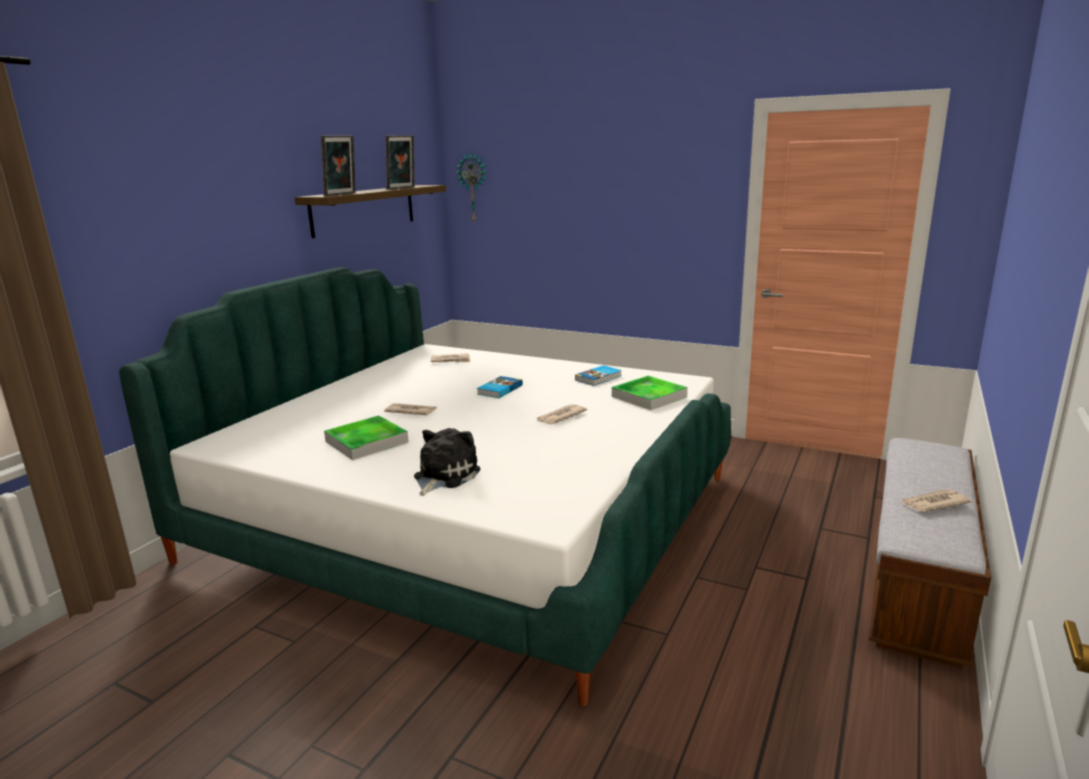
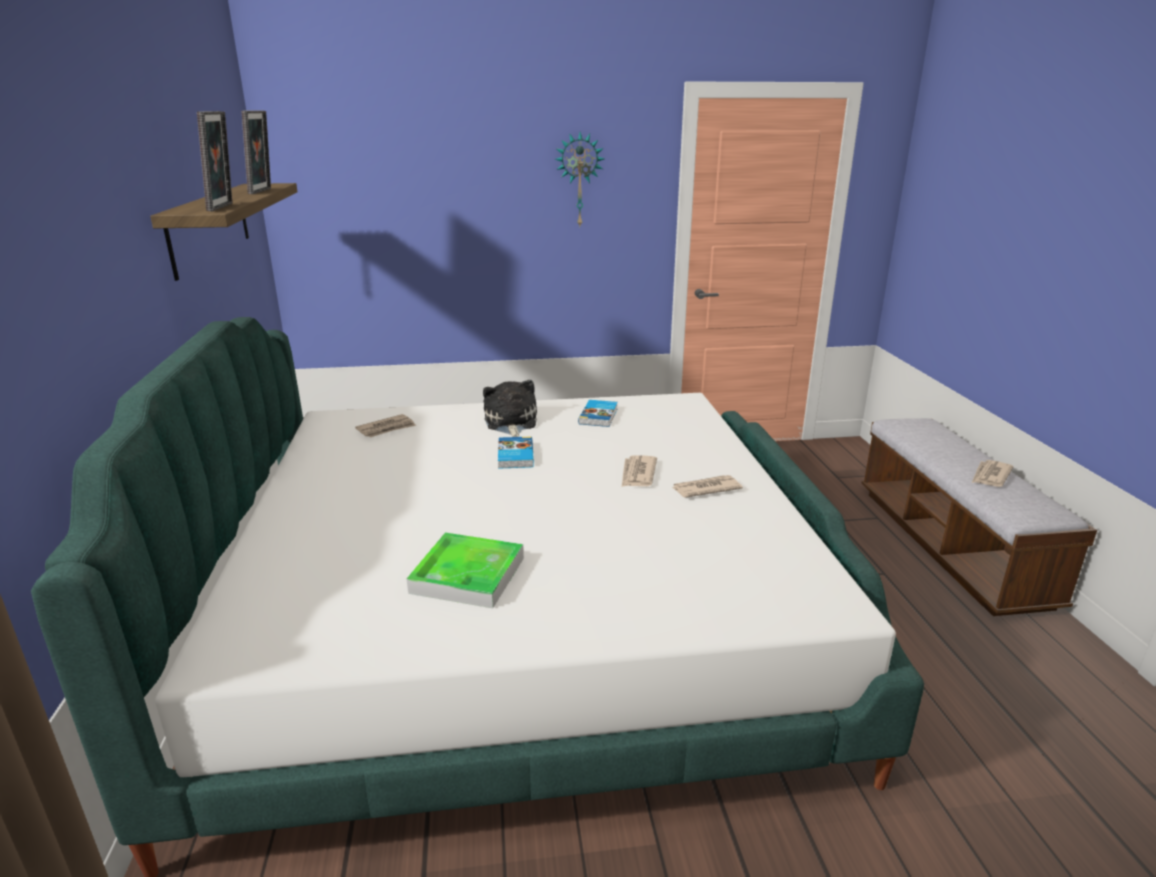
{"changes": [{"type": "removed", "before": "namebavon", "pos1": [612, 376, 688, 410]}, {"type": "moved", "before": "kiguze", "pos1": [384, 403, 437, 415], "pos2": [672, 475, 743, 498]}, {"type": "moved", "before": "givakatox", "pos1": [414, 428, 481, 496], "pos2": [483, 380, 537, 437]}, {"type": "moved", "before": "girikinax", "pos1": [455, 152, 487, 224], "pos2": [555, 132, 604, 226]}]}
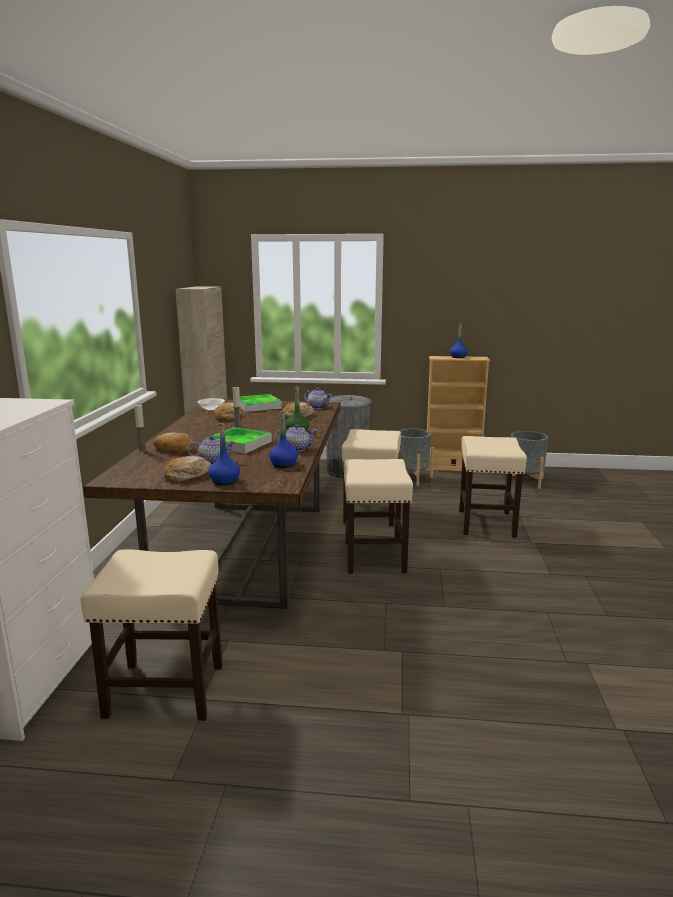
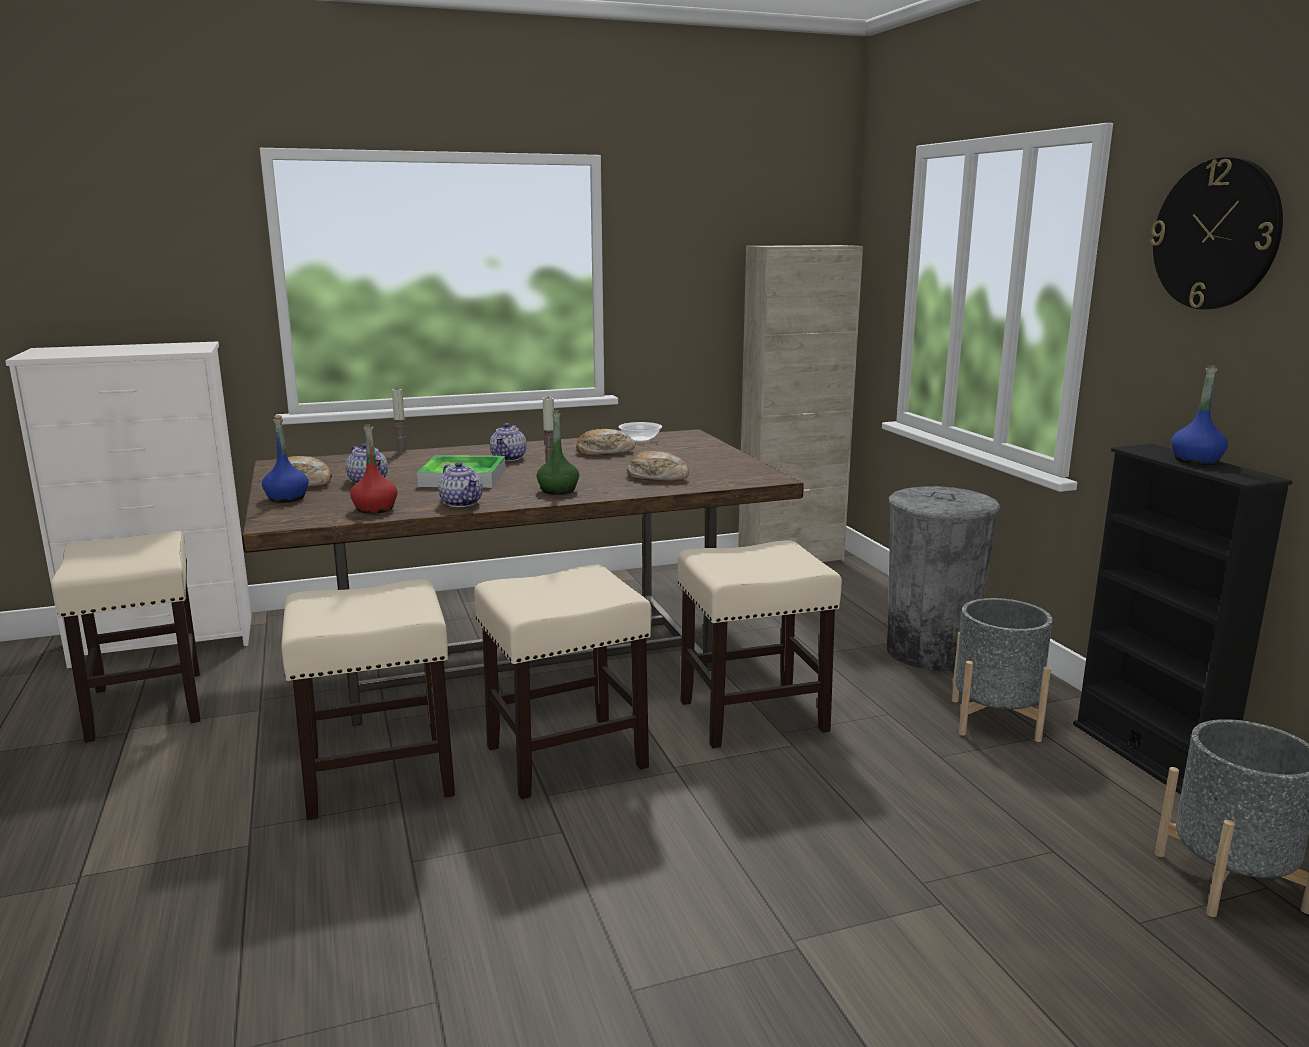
{"changes": [{"type": "removed", "before": "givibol", "pos1": [153, 433, 195, 452]}, {"type": "removed", "before": "namebavon", "pos1": [240, 394, 282, 412]}, {"type": "added", "after": "girikinax", "pos2": [1150, 157, 1283, 309]}, {"type": "moved", "before": "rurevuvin", "pos1": [304, 388, 332, 409], "pos2": [490, 423, 527, 461]}, {"type": "moved", "before": "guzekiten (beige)", "pos1": [459, 436, 527, 537], "pos2": [281, 579, 455, 820]}, {"type": "recoloured", "before": "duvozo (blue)", "after": "duvozo (red)", "pos1": [269, 411, 298, 468], "pos2": [350, 424, 397, 514]}, {"type": "recoloured", "before": "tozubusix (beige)", "after": "tozubusix (black)", "pos1": [427, 356, 490, 471], "pos2": [1073, 444, 1292, 794]}]}
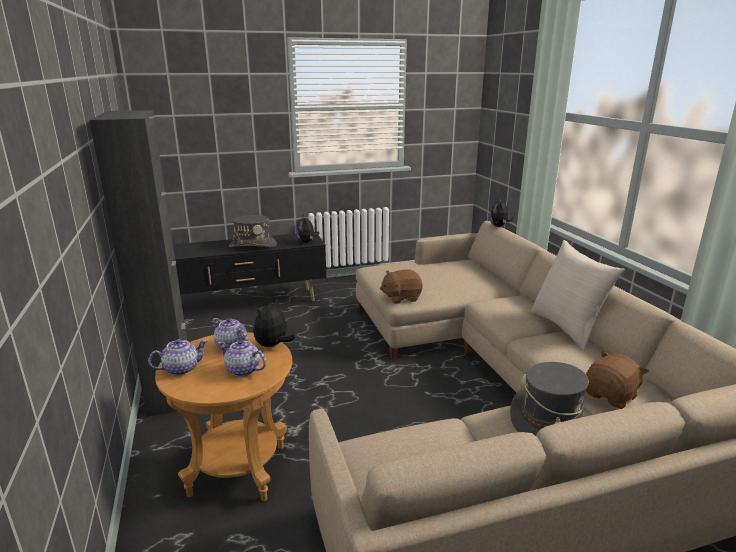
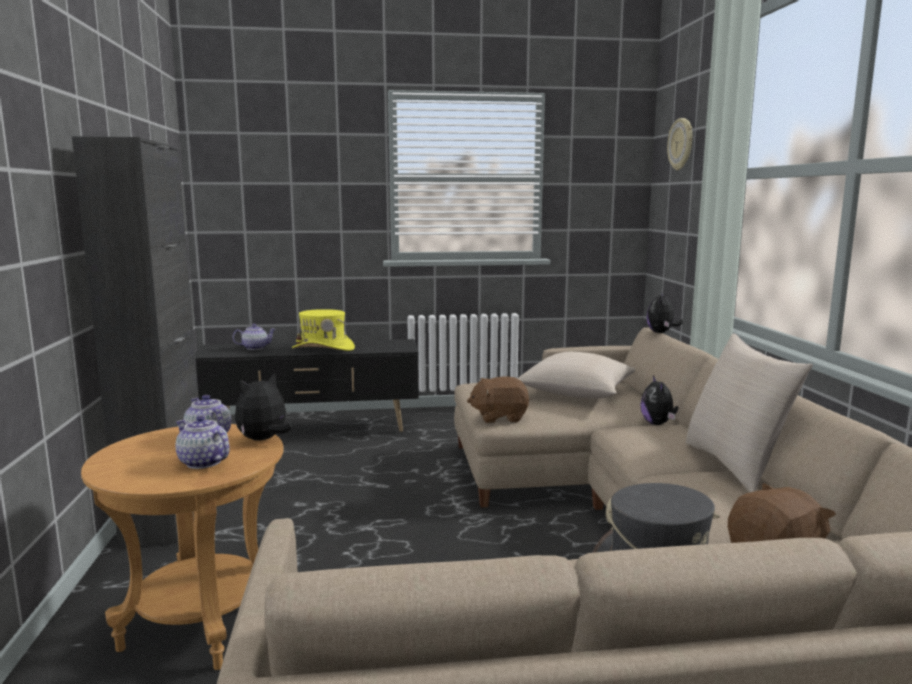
{"changes": [{"type": "added", "after": "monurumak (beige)", "pos2": [517, 352, 635, 398]}, {"type": "added", "after": "girikinax", "pos2": [667, 118, 692, 170]}, {"type": "moved", "before": "rurevuvin", "pos1": [148, 339, 208, 376], "pos2": [232, 324, 276, 350]}, {"type": "moved", "before": "givakatox", "pos1": [297, 215, 319, 243], "pos2": [640, 376, 678, 425]}, {"type": "recoloured", "before": "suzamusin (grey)", "after": "suzamusin (yellow)", "pos1": [229, 215, 277, 247], "pos2": [292, 309, 355, 351]}]}
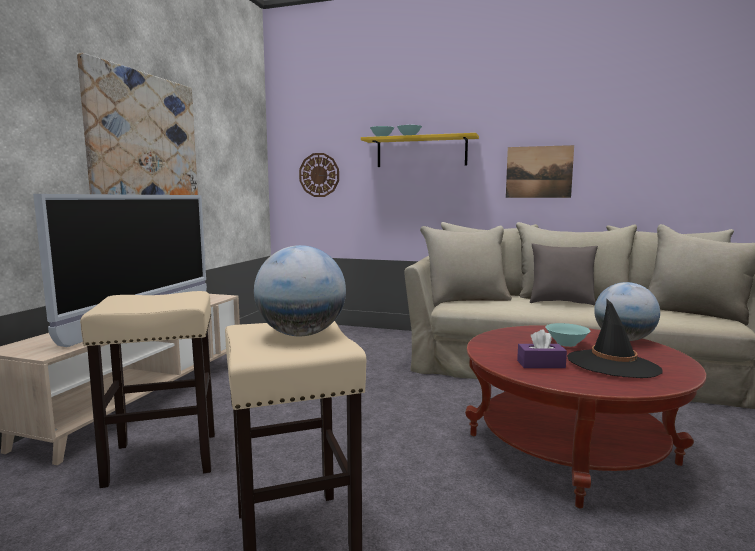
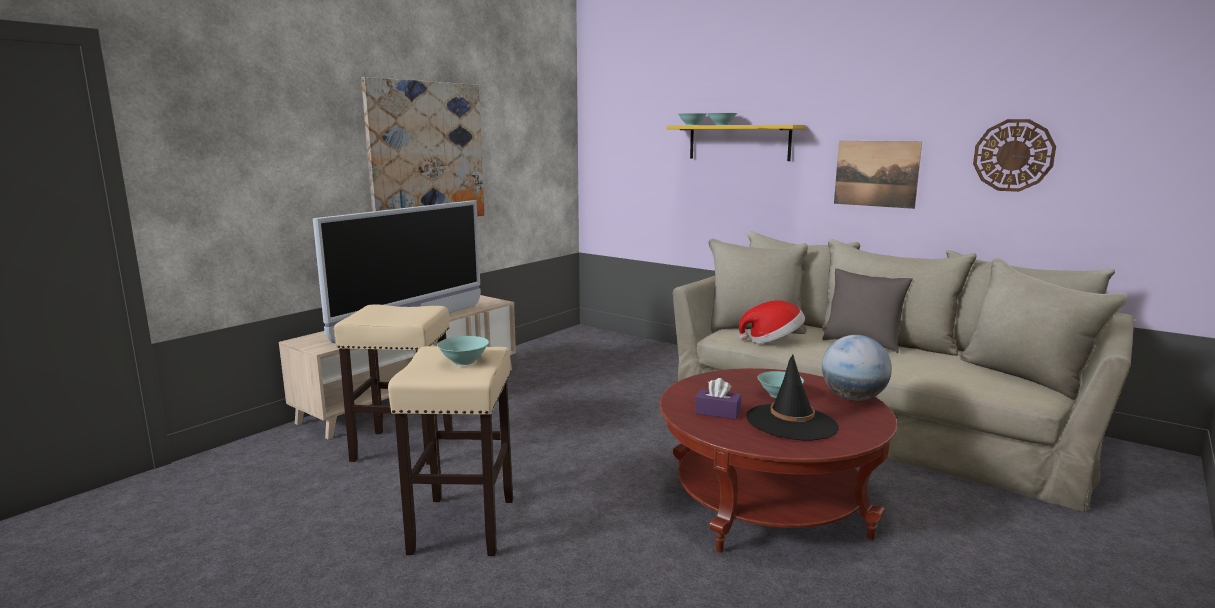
{"changes": [{"type": "added", "after": "suzamusin", "pos2": [739, 300, 805, 344]}, {"type": "moved", "before": "girikinax", "pos1": [299, 153, 339, 197], "pos2": [973, 119, 1056, 192]}, {"type": "replaced", "before": "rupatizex", "after": "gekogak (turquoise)", "pos1": [254, 245, 346, 336], "pos2": [437, 336, 489, 365]}]}
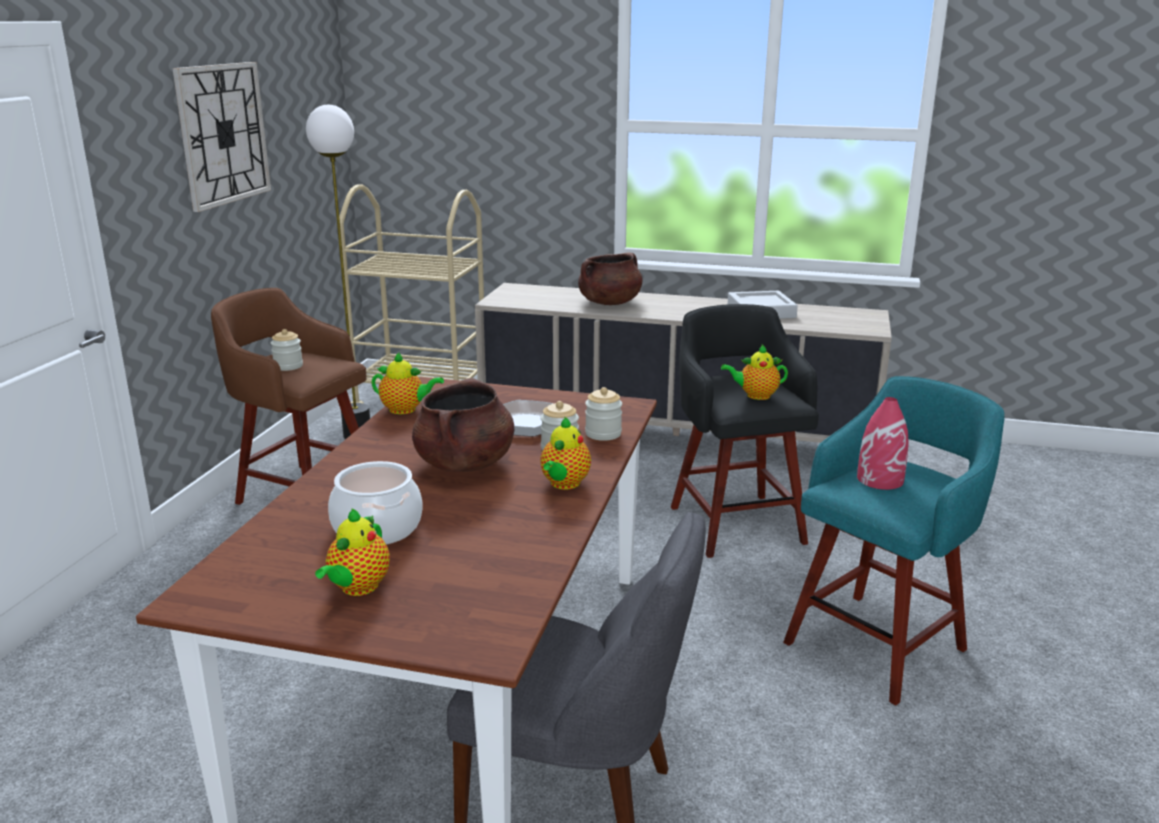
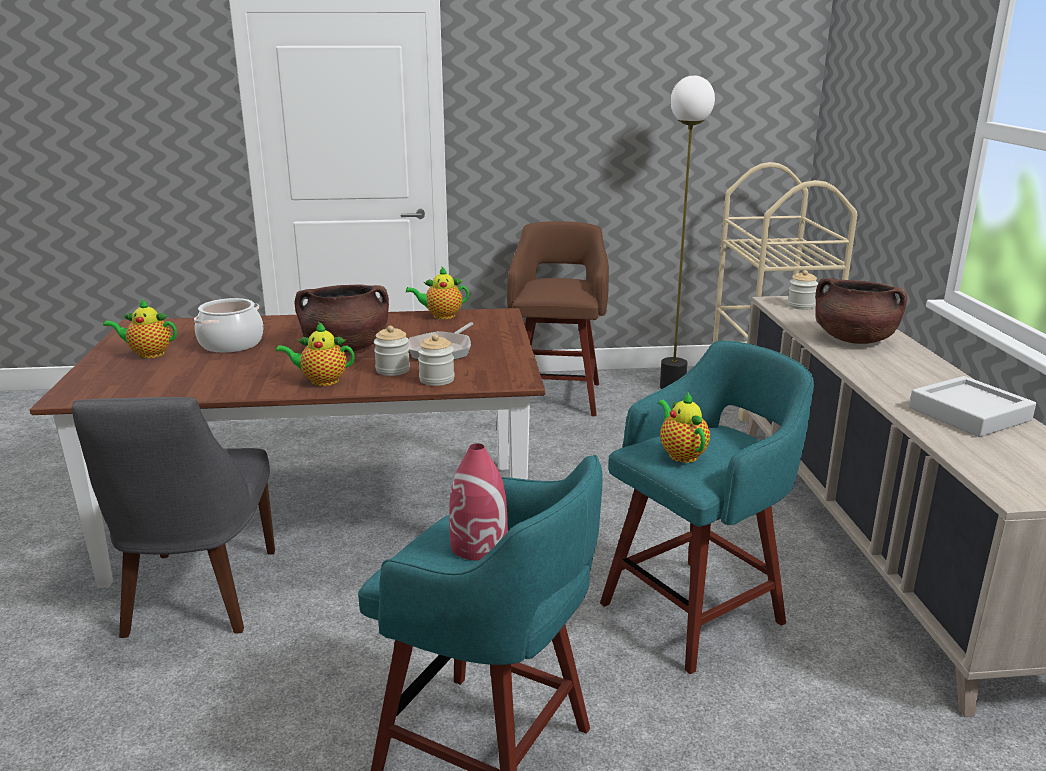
{"changes": [{"type": "removed", "before": "girikinax", "pos1": [172, 62, 271, 212]}, {"type": "moved", "before": "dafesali", "pos1": [271, 329, 303, 371], "pos2": [787, 270, 818, 310]}, {"type": "recoloured", "before": "guzekiten (black)", "after": "guzekiten (turquoise)", "pos1": [671, 304, 819, 558], "pos2": [600, 341, 814, 674]}, {"type": "turned", "before": "rurevuvin", "pos1": [371, 352, 444, 414], "pos2": [406, 266, 469, 319], "turn": 90}]}
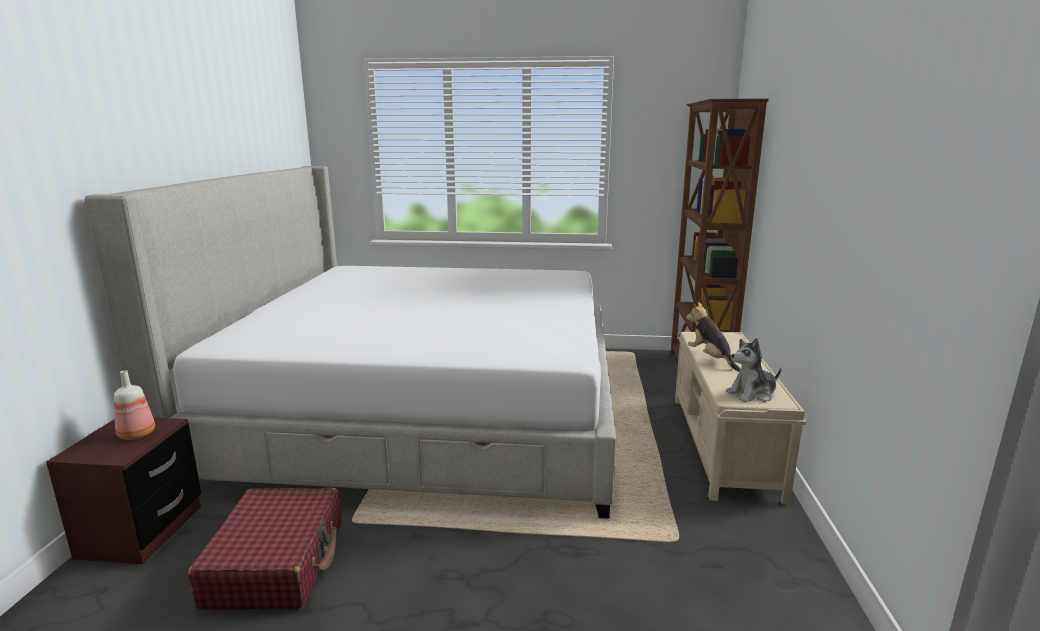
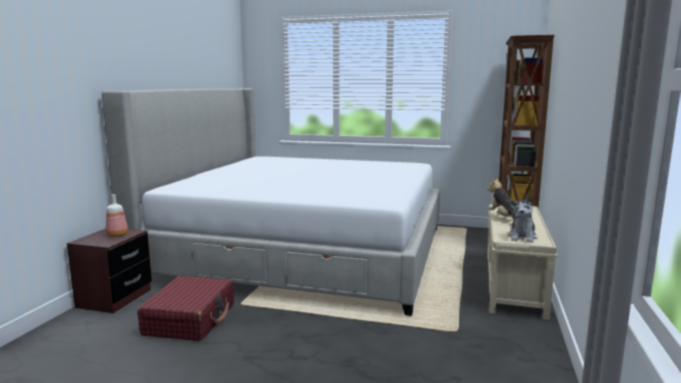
{"changes": [{"type": "turned", "before": "givakatox", "pos1": [726, 338, 782, 402], "pos2": [508, 195, 537, 243], "turn": -60}]}
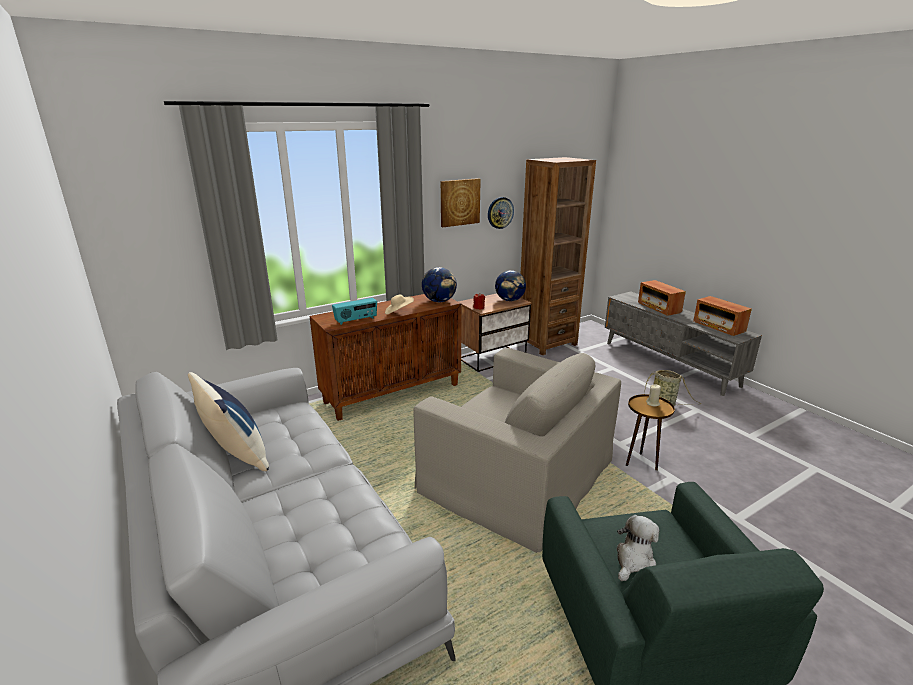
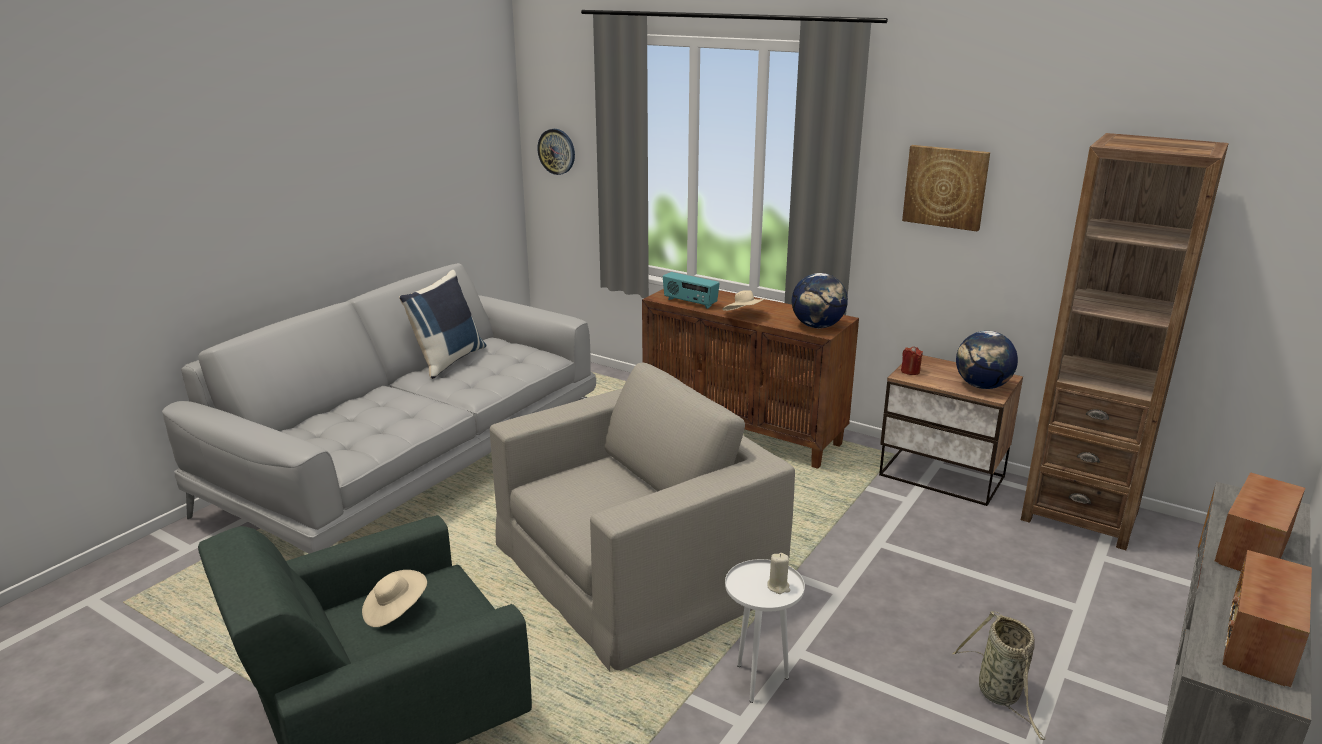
{"changes": [{"type": "moved", "before": "girikinax", "pos1": [488, 197, 514, 229], "pos2": [537, 129, 575, 175]}, {"type": "replaced", "before": "givakatox", "after": "suzamusin (beige)", "pos1": [617, 515, 659, 581], "pos2": [362, 570, 427, 627]}, {"type": "recoloured", "before": "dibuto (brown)", "after": "dibuto (white)", "pos1": [626, 394, 675, 471], "pos2": [725, 559, 805, 703]}, {"type": "turned", "before": "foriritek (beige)", "pos1": [413, 348, 621, 553], "pos2": [490, 363, 795, 671], "turn": -135}]}
